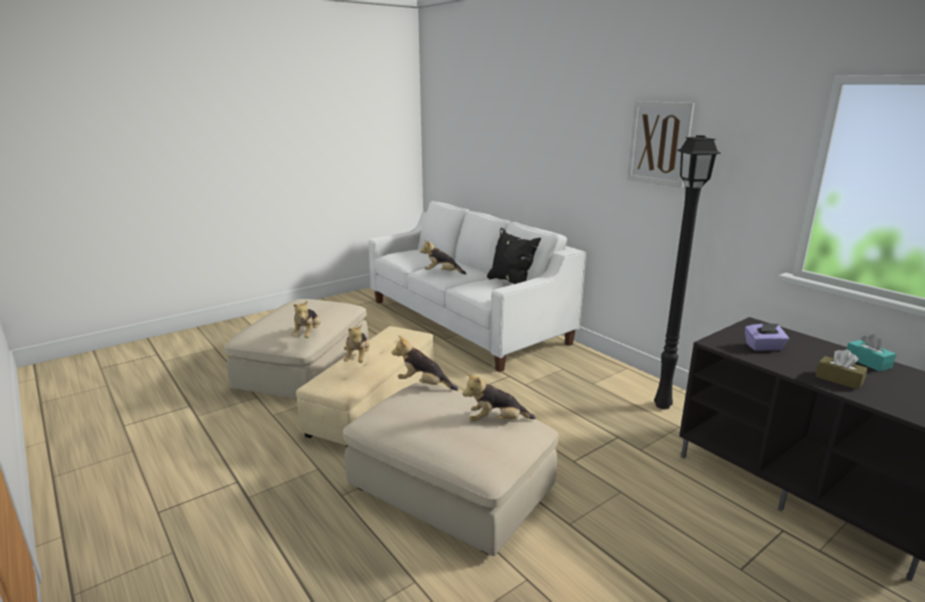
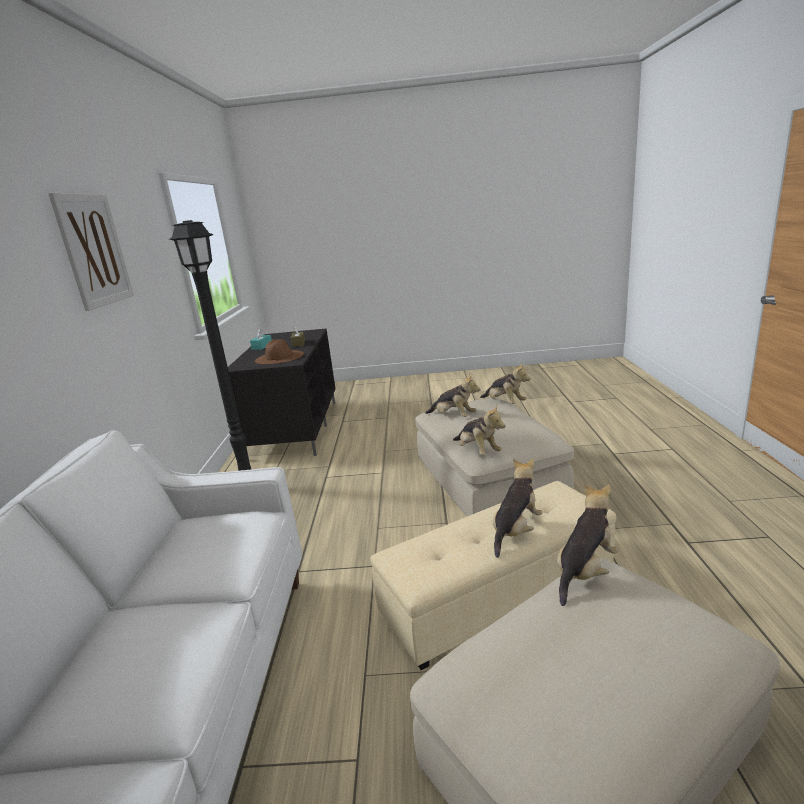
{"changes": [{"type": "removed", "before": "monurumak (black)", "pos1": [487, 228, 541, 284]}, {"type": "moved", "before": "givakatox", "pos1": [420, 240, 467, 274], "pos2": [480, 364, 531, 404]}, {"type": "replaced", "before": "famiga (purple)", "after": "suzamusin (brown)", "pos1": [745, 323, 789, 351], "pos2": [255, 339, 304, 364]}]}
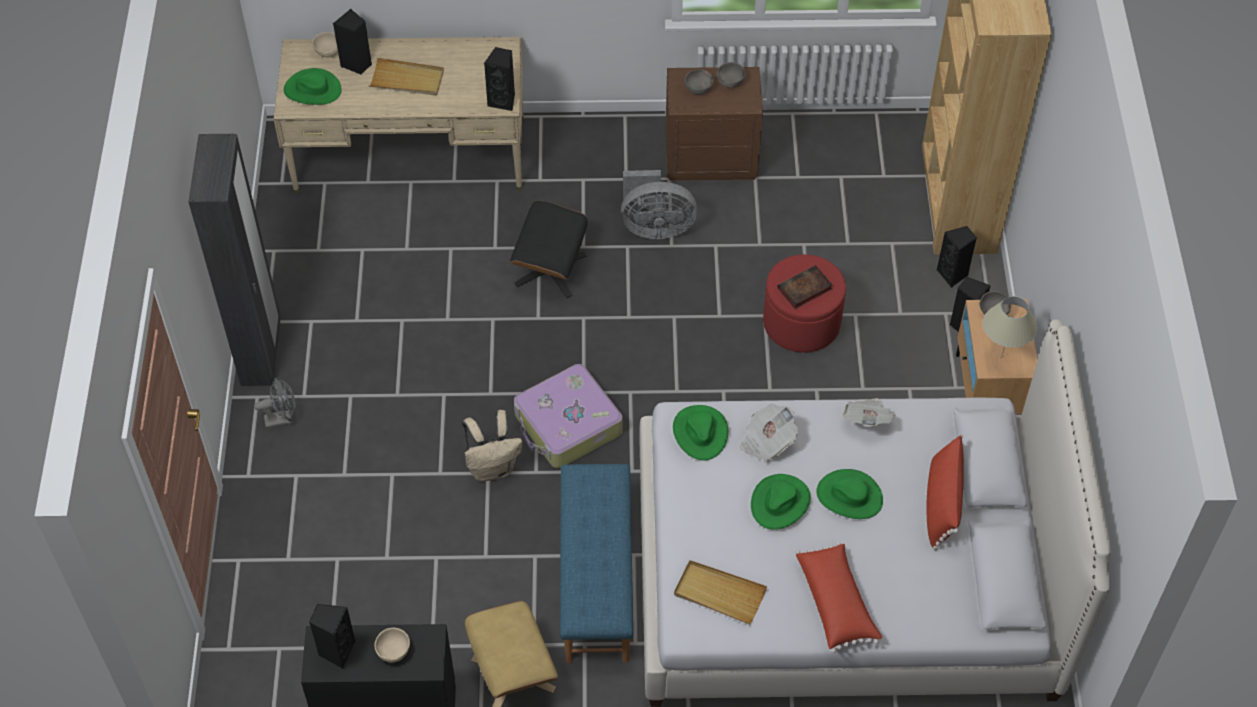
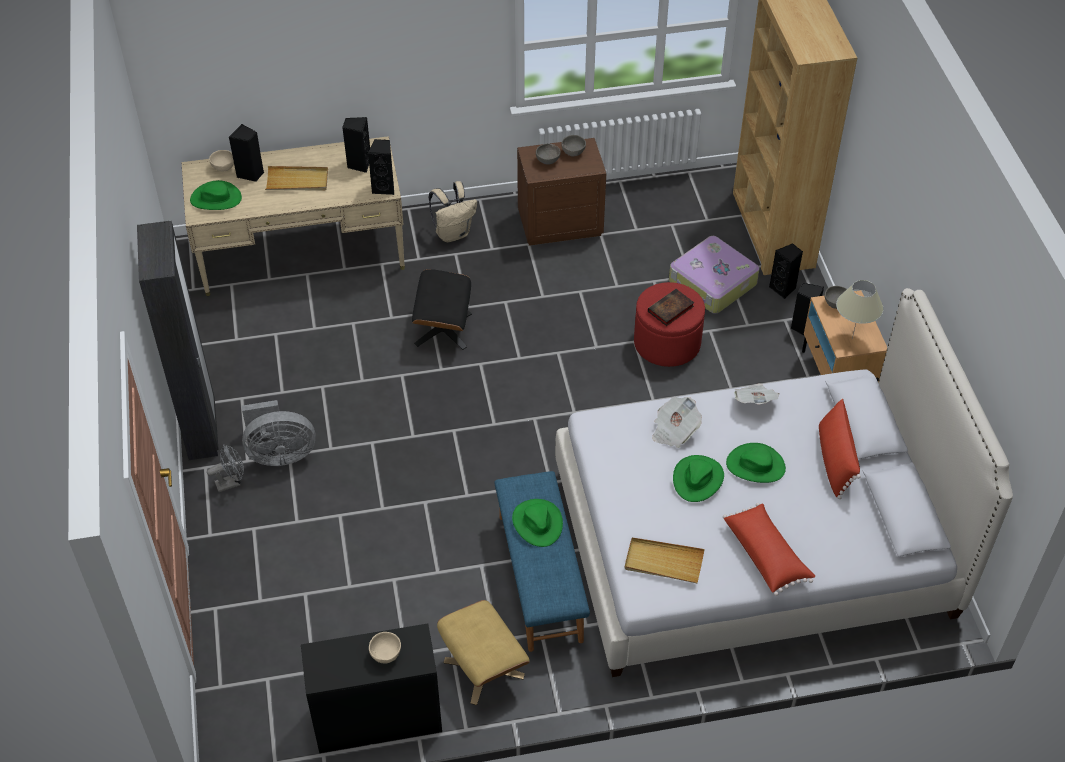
{"changes": [{"type": "moved", "before": "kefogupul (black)", "pos1": [309, 604, 356, 670], "pos2": [342, 117, 370, 173]}, {"type": "moved", "before": "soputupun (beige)", "pos1": [462, 410, 523, 481], "pos2": [429, 181, 477, 243]}, {"type": "moved", "before": "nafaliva", "pos1": [514, 364, 622, 468], "pos2": [669, 236, 760, 314]}, {"type": "moved", "before": "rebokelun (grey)", "pos1": [621, 170, 697, 239], "pos2": [242, 400, 316, 466]}, {"type": "moved", "before": "suzamusin (green)", "pos1": [673, 405, 728, 460], "pos2": [512, 499, 563, 547]}]}
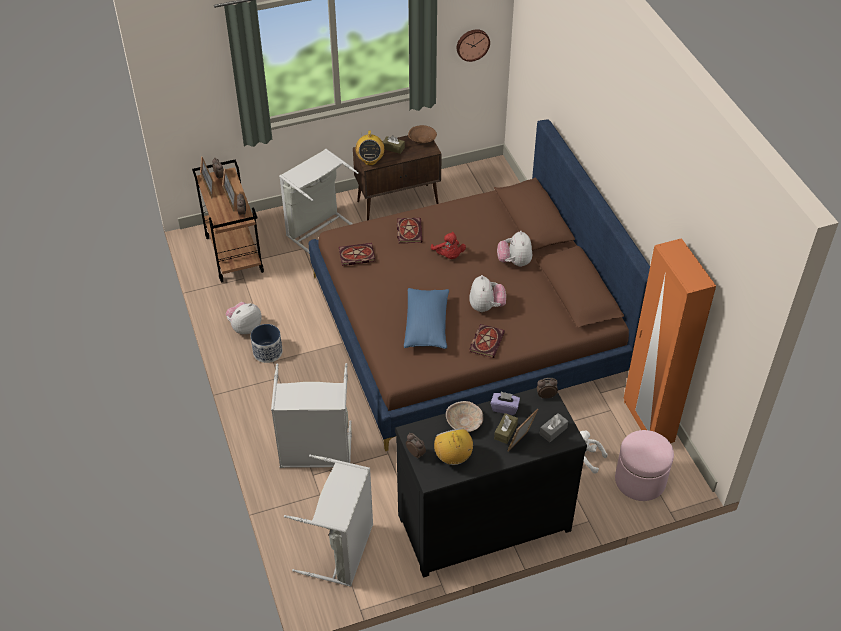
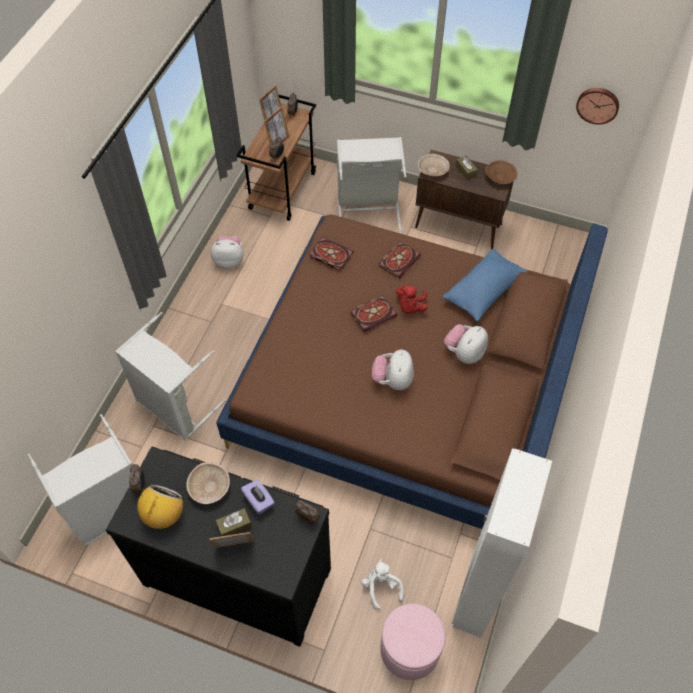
{"changes": [{"type": "removed", "before": "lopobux", "pos1": [251, 324, 283, 363]}, {"type": "removed", "before": "famiga (grey)", "pos1": [540, 413, 568, 442]}, {"type": "moved", "before": "monurumak (blue)", "pos1": [404, 288, 449, 349], "pos2": [442, 248, 528, 322]}, {"type": "moved", "before": "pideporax", "pos1": [469, 324, 505, 358], "pos2": [351, 295, 397, 332]}, {"type": "replaced", "before": "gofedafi", "after": "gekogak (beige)", "pos1": [356, 130, 384, 165], "pos2": [418, 154, 450, 176]}, {"type": "recoloured", "before": "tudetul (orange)", "after": "tudetul (white)", "pos1": [624, 238, 716, 443], "pos2": [452, 448, 552, 638]}, {"type": "turned", "before": "givakatox", "pos1": [469, 275, 506, 312], "pos2": [372, 350, 414, 390], "turn": 150}]}
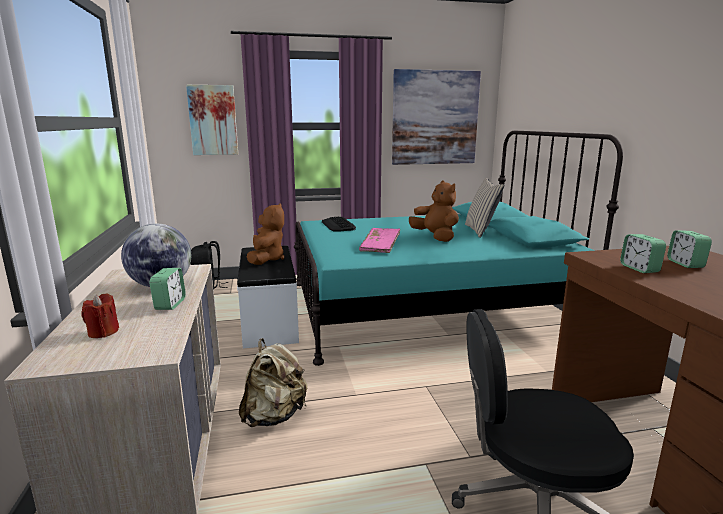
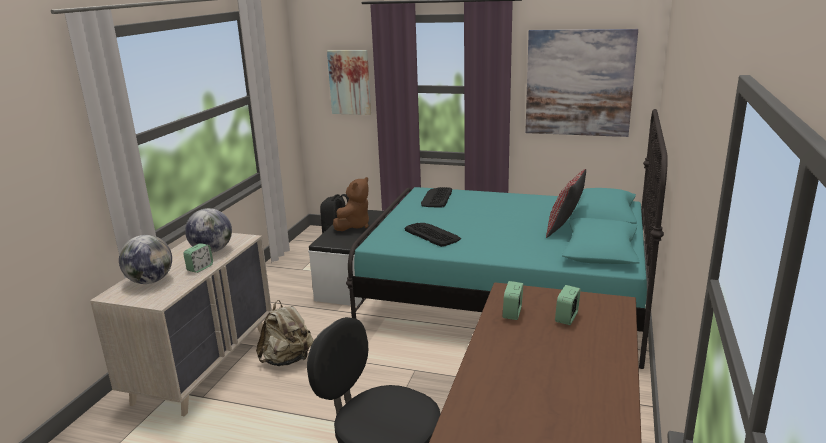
{"changes": [{"type": "removed", "before": "givakatox (brown)", "pos1": [409, 180, 459, 242]}, {"type": "replaced", "before": "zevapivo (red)", "after": "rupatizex", "pos1": [81, 294, 119, 338], "pos2": [119, 235, 172, 284]}, {"type": "replaced", "before": "pideporax (pink)", "after": "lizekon", "pos1": [359, 228, 400, 253], "pos2": [404, 223, 461, 247]}, {"type": "recoloured", "before": "monurumak (beige)", "after": "monurumak (red)", "pos1": [465, 178, 504, 238], "pos2": [546, 169, 586, 238]}]}
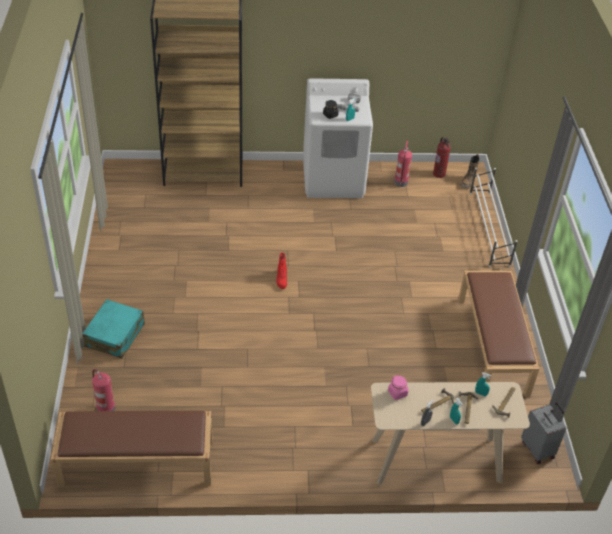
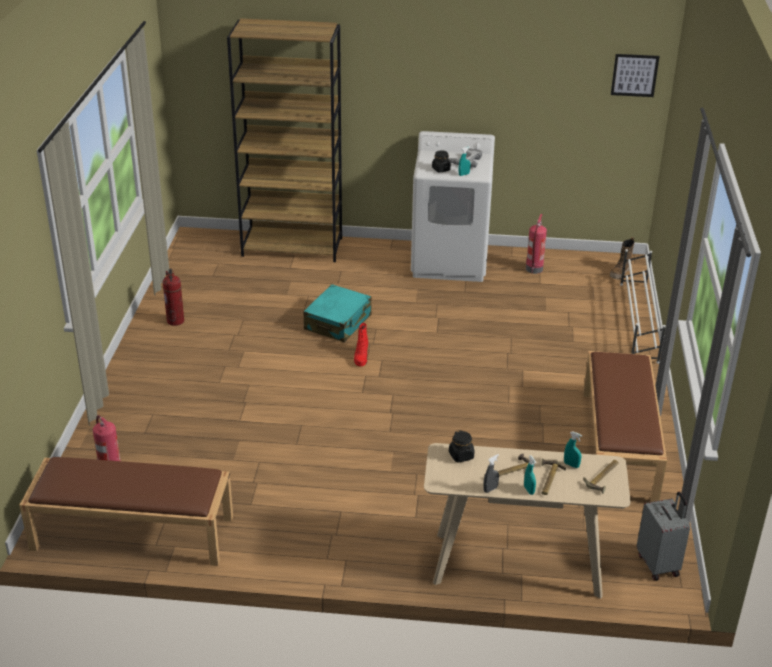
{"changes": [{"type": "added", "after": "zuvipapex", "pos2": [611, 54, 660, 97]}, {"type": "moved", "before": "nafaliva (turquoise)", "pos1": [83, 299, 145, 359], "pos2": [303, 284, 372, 342]}, {"type": "moved", "before": "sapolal", "pos1": [433, 137, 451, 178], "pos2": [163, 268, 184, 326]}, {"type": "recoloured", "before": "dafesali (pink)", "after": "dafesali (black)", "pos1": [388, 375, 408, 400], "pos2": [449, 430, 475, 462]}]}
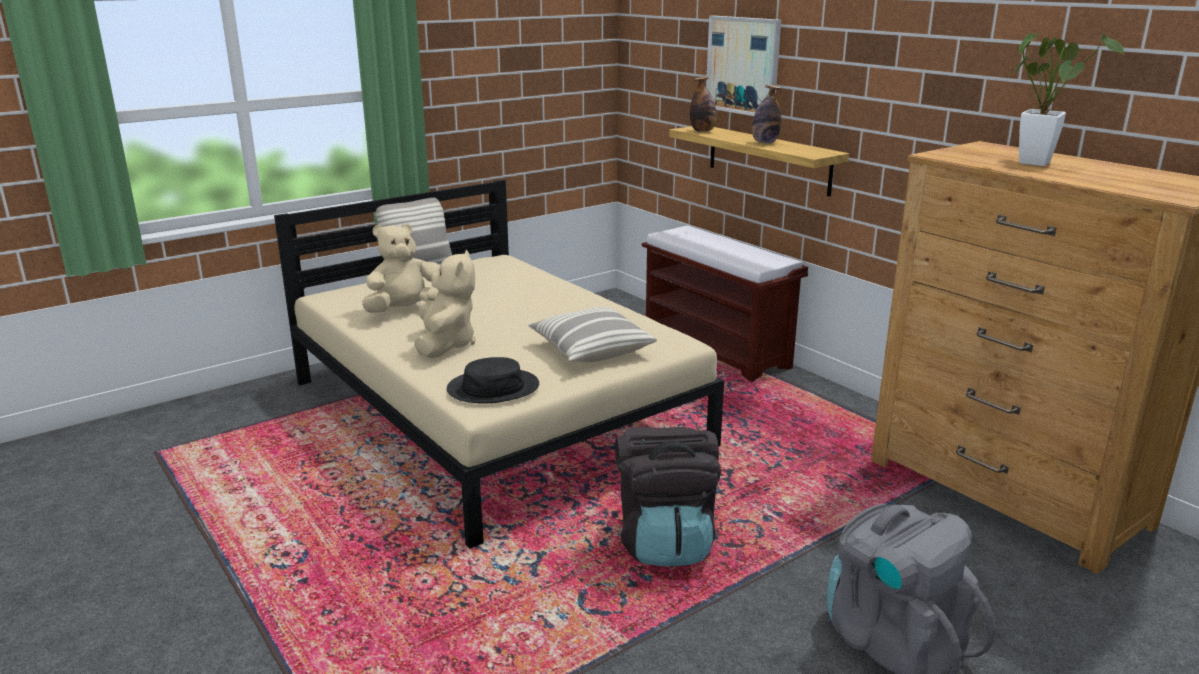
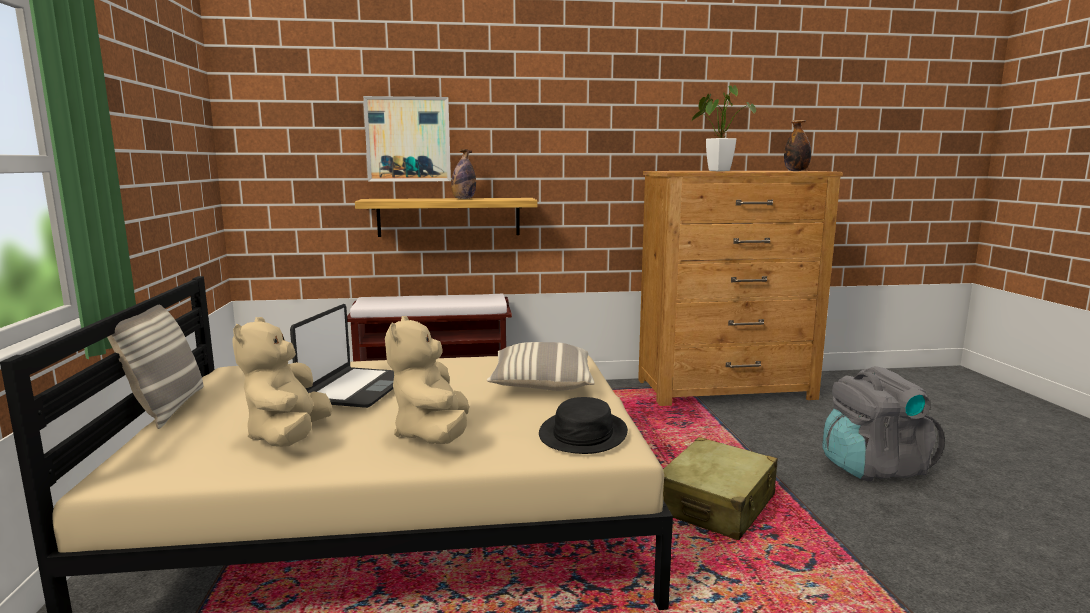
{"changes": [{"type": "added", "after": "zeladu", "pos2": [290, 304, 394, 408]}, {"type": "moved", "before": "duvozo", "pos1": [690, 77, 717, 132], "pos2": [784, 120, 811, 171]}, {"type": "replaced", "before": "soputupun (black)", "after": "nafaliva (beige)", "pos1": [615, 427, 721, 566], "pos2": [663, 437, 778, 540]}, {"type": "turned", "before": "givakatox (beige)", "pos1": [414, 250, 476, 358], "pos2": [385, 316, 469, 444], "turn": -120}]}
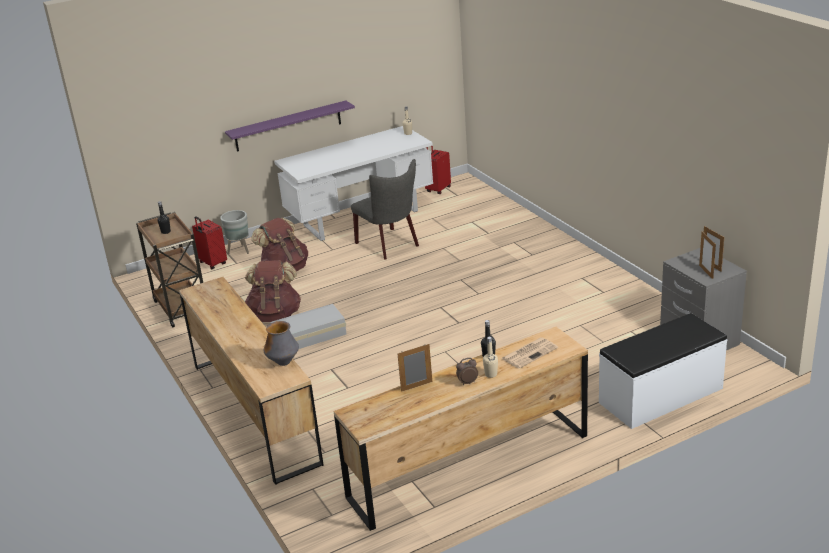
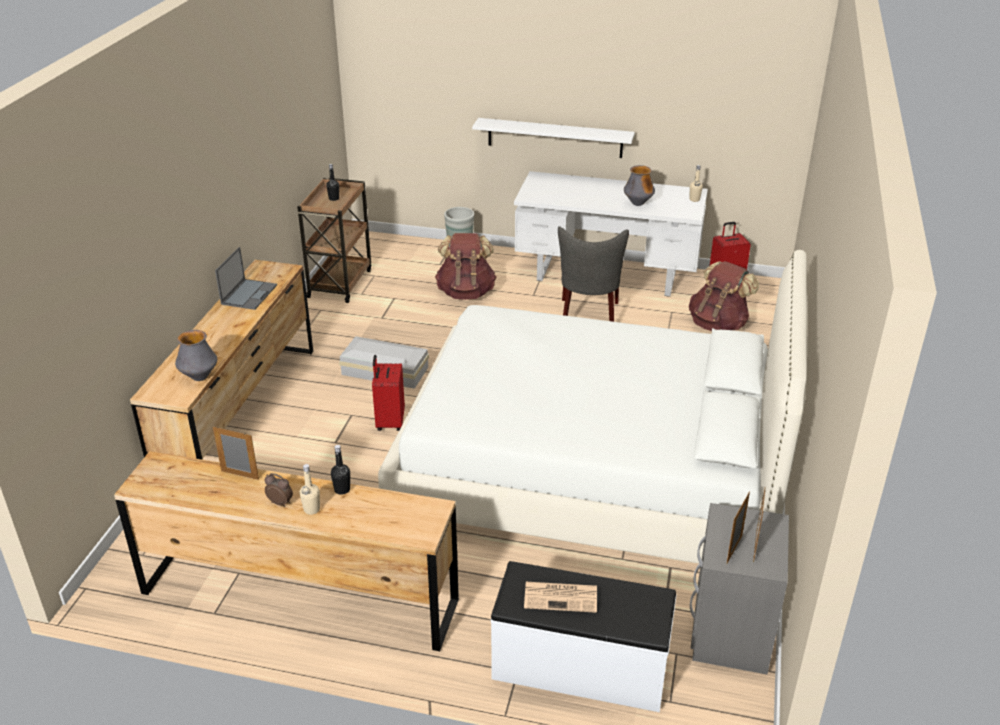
{"changes": [{"type": "added", "after": "zeladu", "pos2": [215, 247, 277, 310]}, {"type": "added", "after": "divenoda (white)", "pos2": [378, 250, 807, 564]}, {"type": "added", "after": "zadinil", "pos2": [624, 165, 655, 206]}, {"type": "moved", "before": "nafaliva (red)", "pos1": [192, 216, 227, 270], "pos2": [372, 355, 405, 431]}, {"type": "moved", "before": "soputupun (brown)", "pos1": [245, 260, 301, 322], "pos2": [689, 261, 759, 331]}, {"type": "moved", "before": "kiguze", "pos1": [502, 337, 558, 369], "pos2": [524, 582, 597, 613]}, {"type": "recoloured", "before": "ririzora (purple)", "after": "ririzora (white)", "pos1": [225, 101, 355, 152], "pos2": [472, 118, 635, 158]}]}
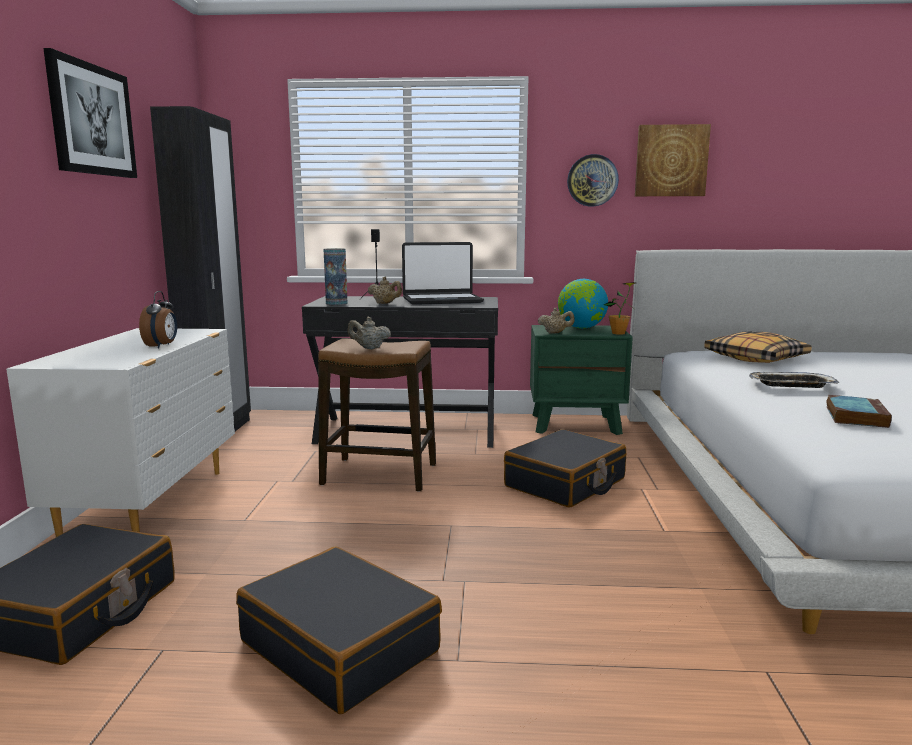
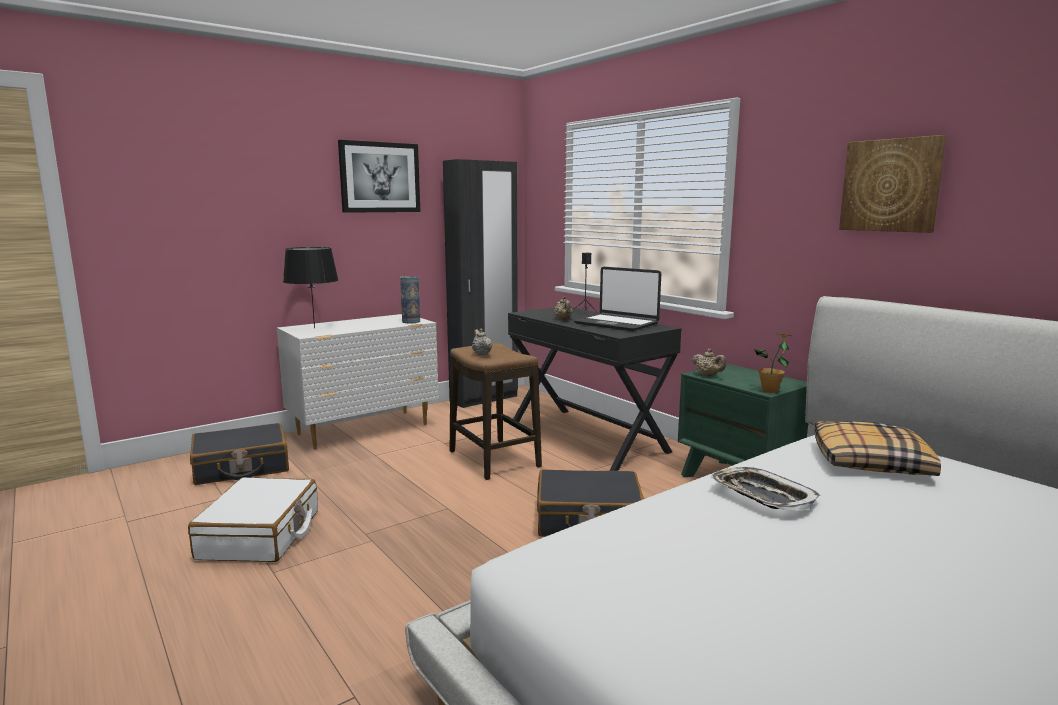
{"changes": [{"type": "removed", "before": "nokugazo", "pos1": [139, 291, 177, 349]}, {"type": "removed", "before": "rupatizex", "pos1": [558, 279, 608, 328]}, {"type": "removed", "before": "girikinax", "pos1": [567, 154, 619, 206]}, {"type": "removed", "before": "pideporax", "pos1": [826, 395, 892, 428]}, {"type": "added", "after": "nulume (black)", "pos2": [283, 247, 338, 328]}, {"type": "moved", "before": "zadinil", "pos1": [324, 248, 348, 305], "pos2": [400, 276, 420, 323]}, {"type": "recoloured", "before": "nafaliva (black)", "after": "nafaliva (white)", "pos1": [236, 546, 442, 714], "pos2": [188, 477, 318, 562]}]}
